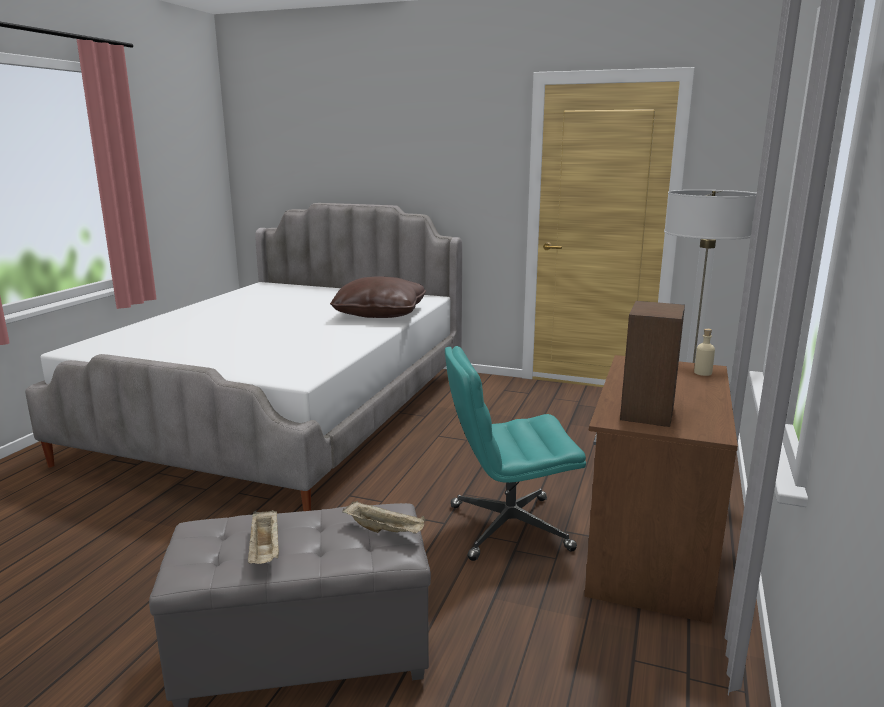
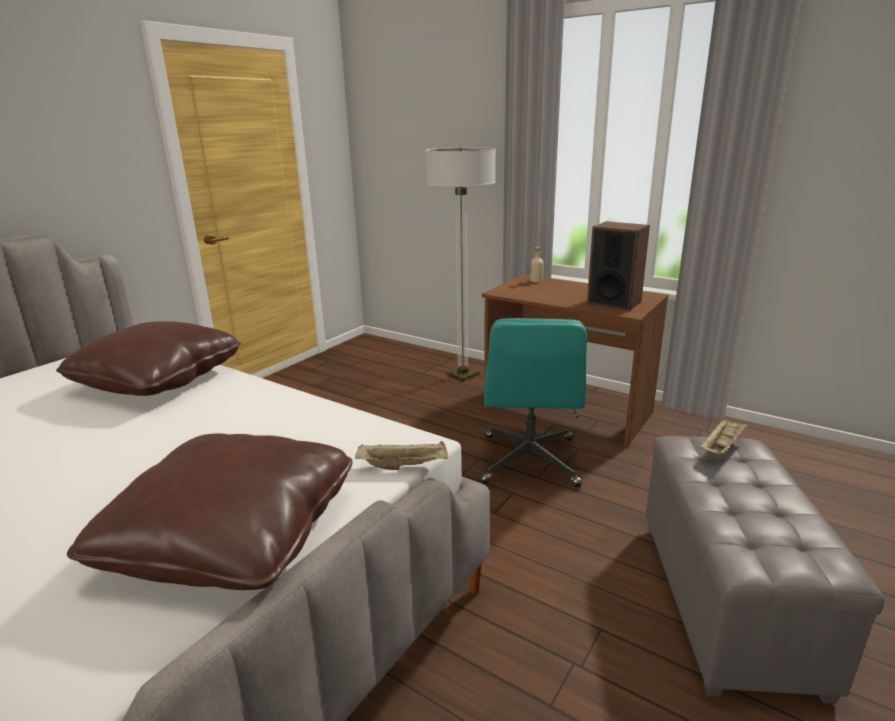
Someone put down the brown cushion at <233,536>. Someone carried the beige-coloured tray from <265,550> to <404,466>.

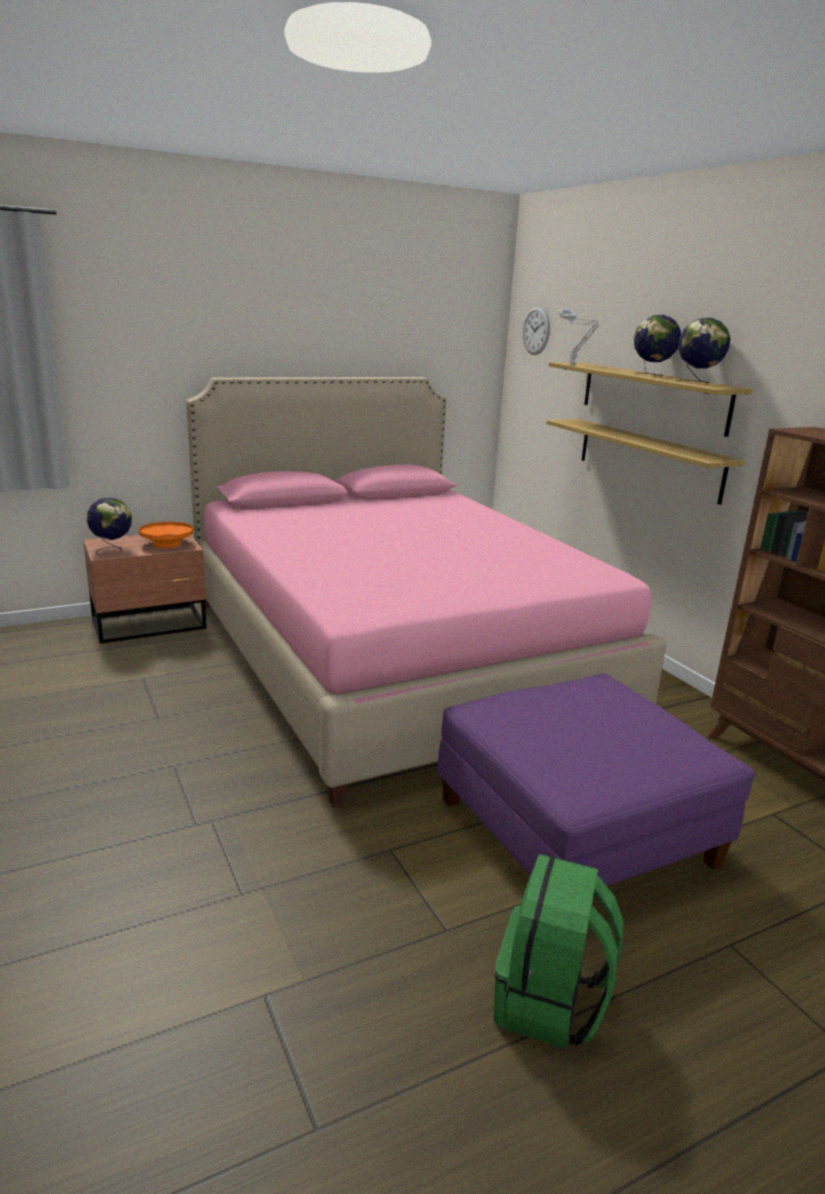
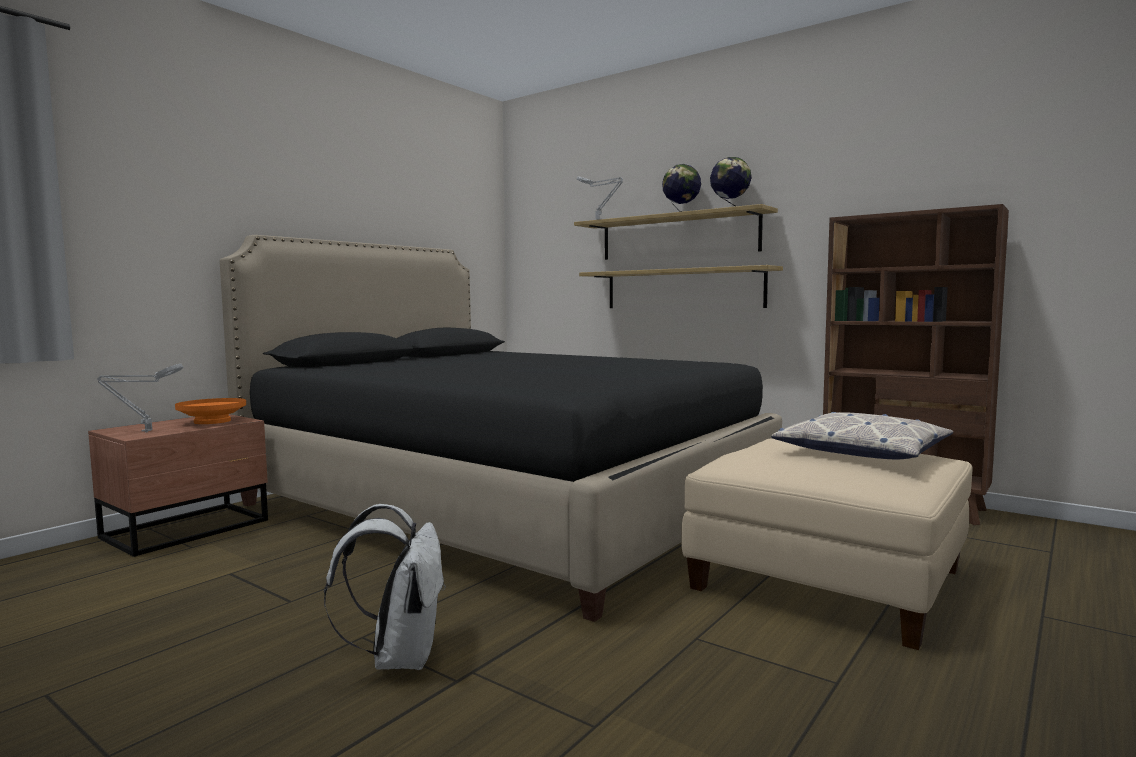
Someone swapped the desk globe at <112,550> for the greyish tabletop lamp at <144,432>. Someone repainted the pinkish bedroom bed at <393,658>, which became the black bedroom bed at <504,504>. Someone put down the white-coloured knapsack at <399,657>. Someone repainted the purple footrest at <575,831>, which became the beige-coloured footrest at <826,578>. Someone put down the cushion at <862,452>. Someone took away the greenish knapsack at <550,1002>. Someone took away the hanging clock at <536,330>.

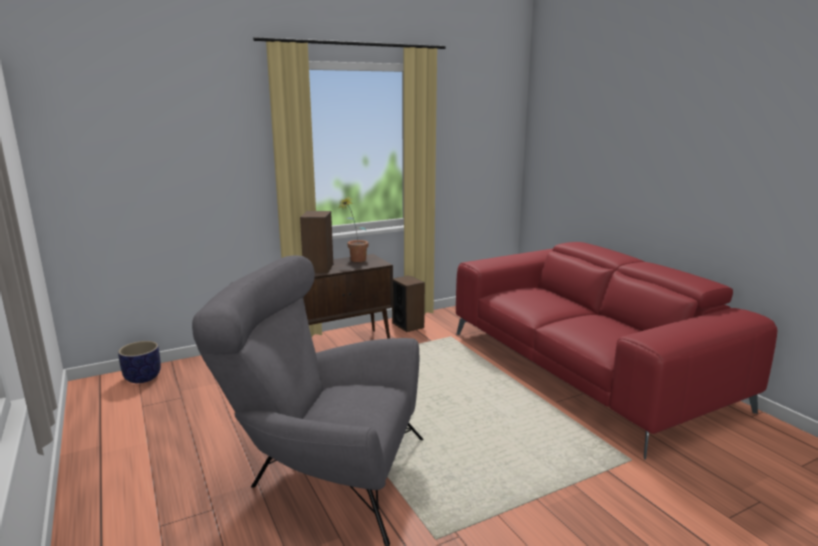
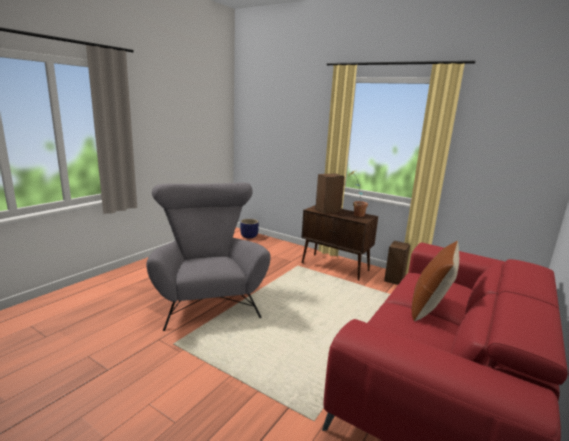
Someone put down the brown cushion at <430,308>.

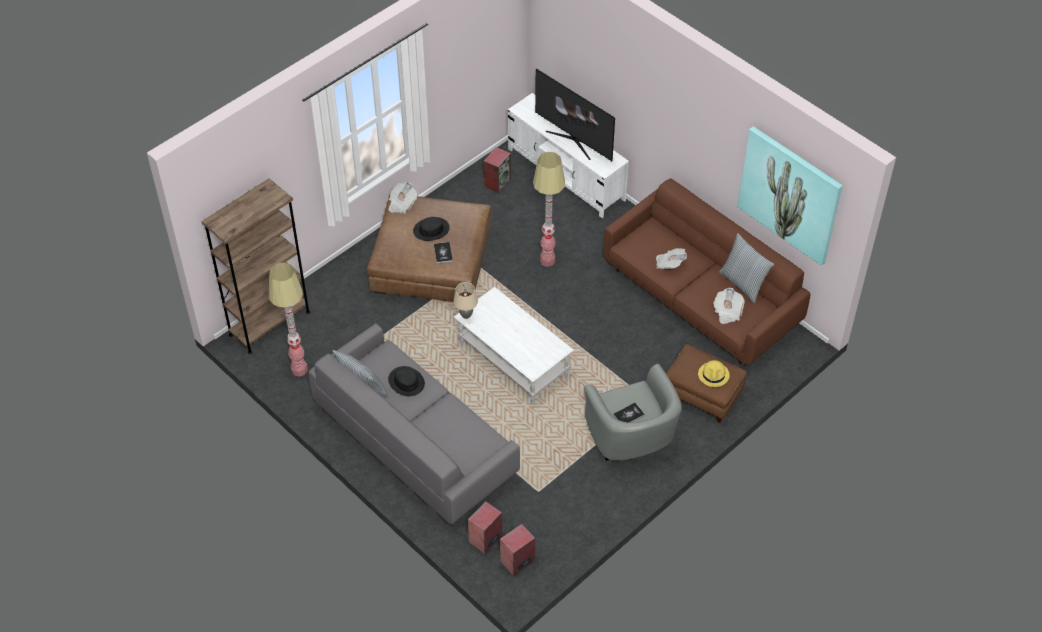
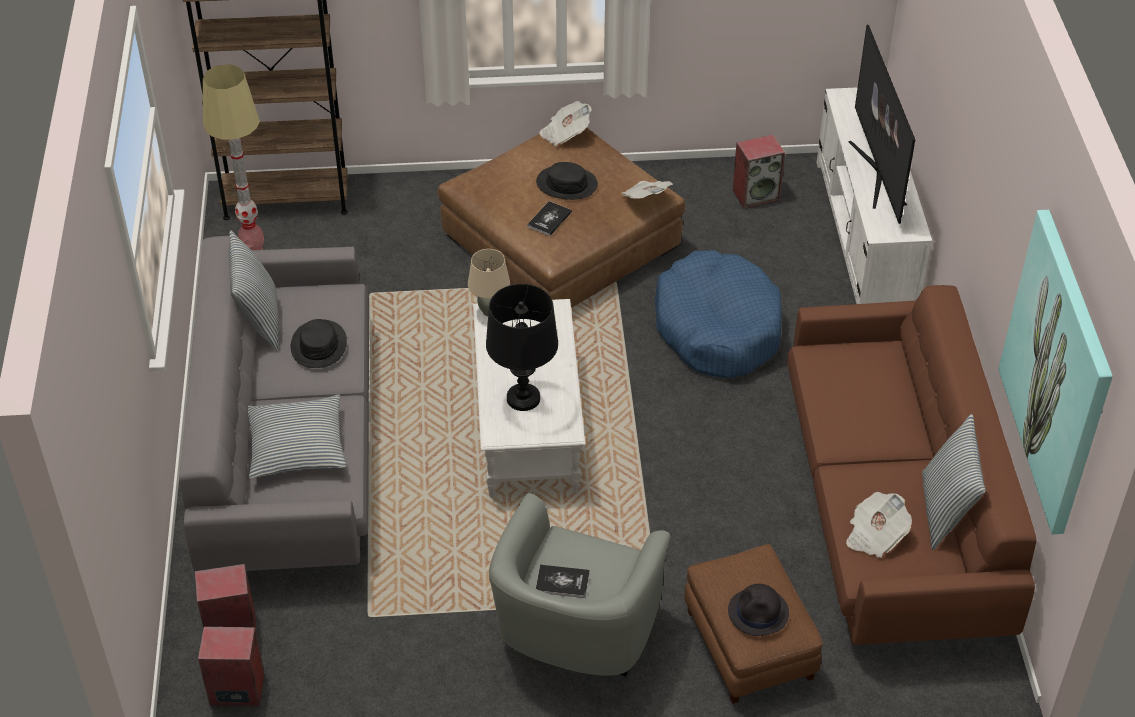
Someone put down the cushion at <297,446>. Someone put down the black tabletop lamp at <523,398>. Someone carried the printed paper from <669,264> to <646,199>. Someone swapped the floor lamp at <547,260> for the bluish pet bed at <717,328>. Someone repainted the yellowish clothing hat at <714,375>, which became the black clothing hat at <758,612>.

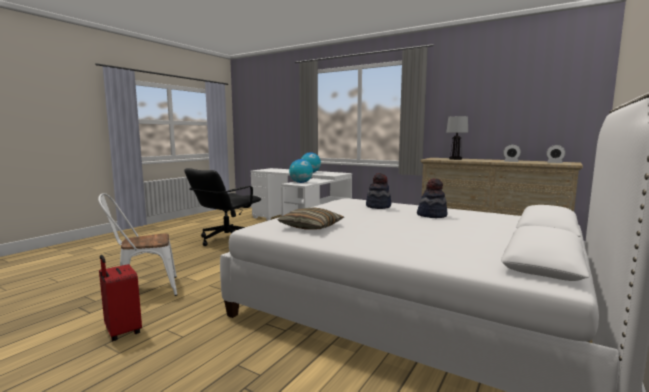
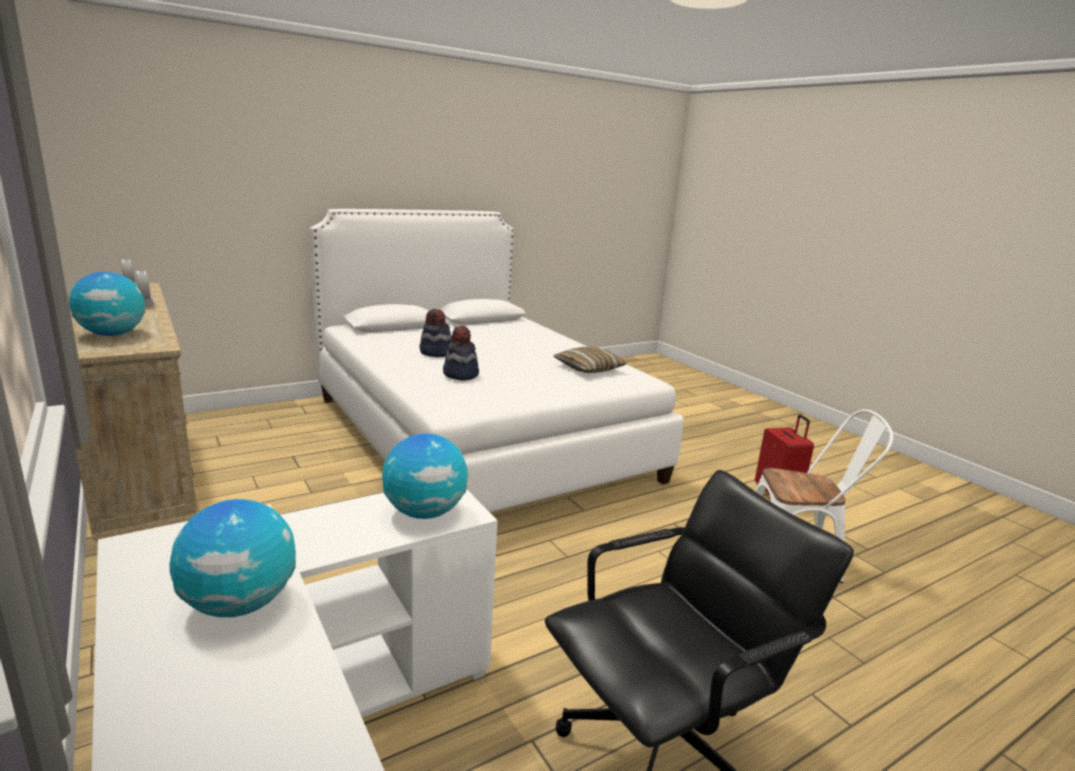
Someone swapped the tabletop lamp at <455,159> for the desk globe at <113,334>.

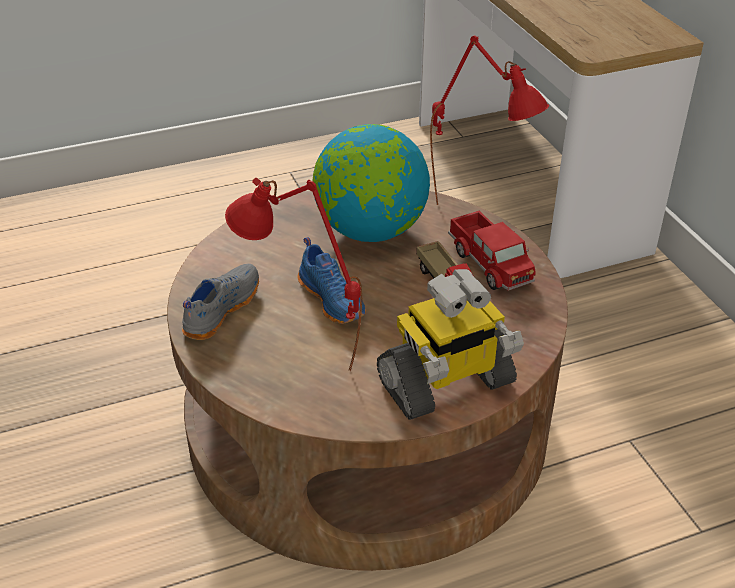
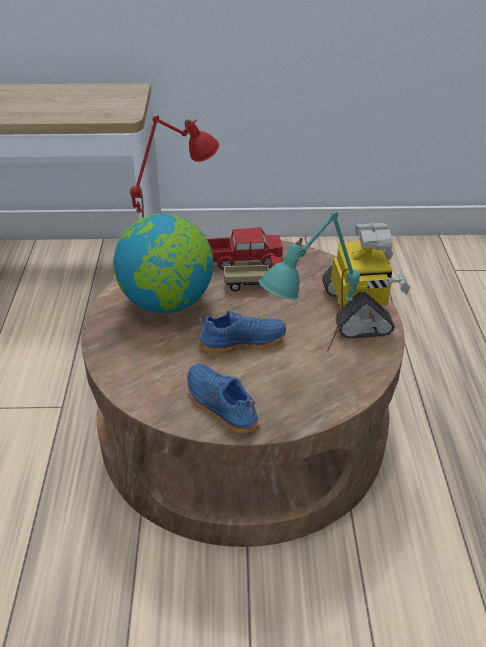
Someone repainted the greyish item of footwear at <220,309>, which became the bluish item of footwear at <220,406>. Someone repainted the red tabletop lamp at <299,361>, which became the turquoise tabletop lamp at <307,373>.

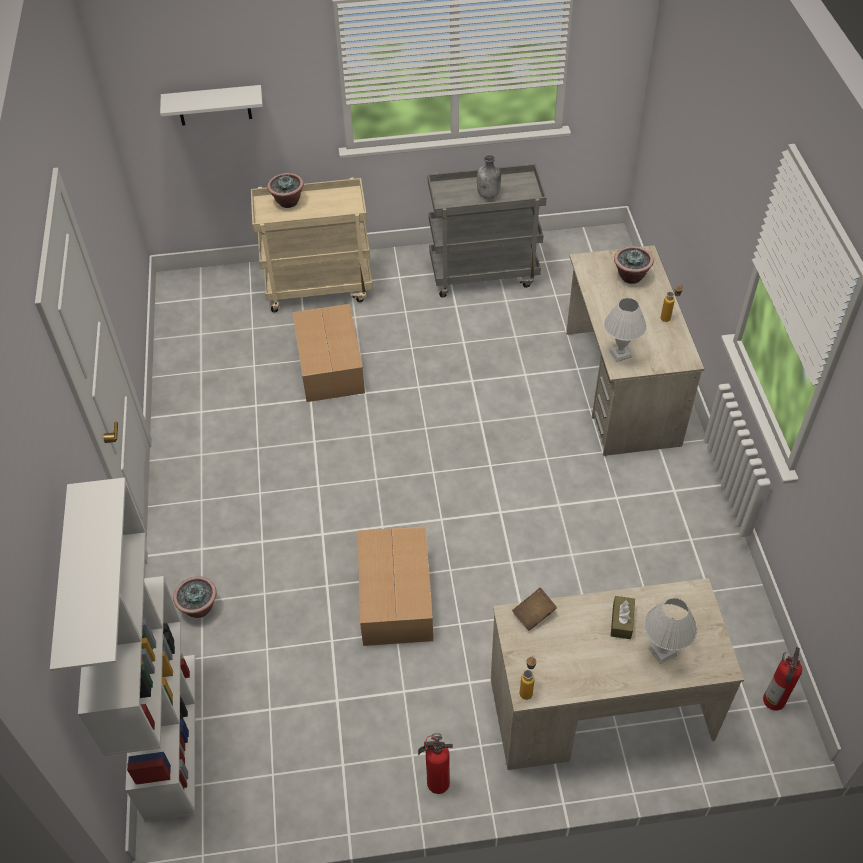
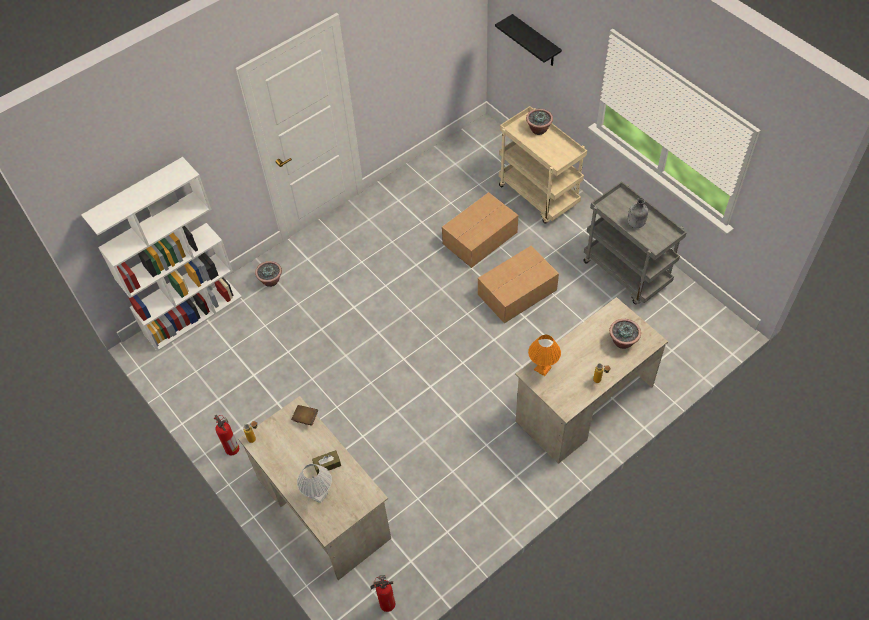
Someone carried the cardboard box from <395,598> to <516,292>. Someone repainted the white-coloured wall shelf at <214,105>, which became the black wall shelf at <536,42>. Someone repainted the white-coloured tabletop lamp at <620,354>, which became the orange-coloured tabletop lamp at <542,368>.

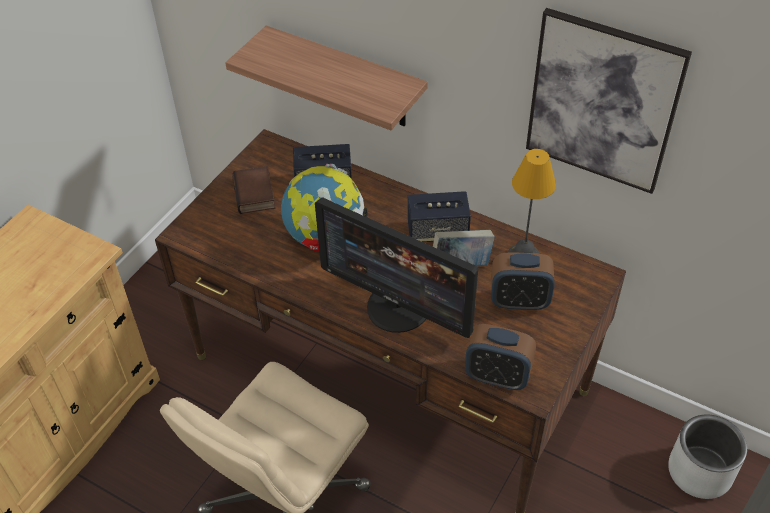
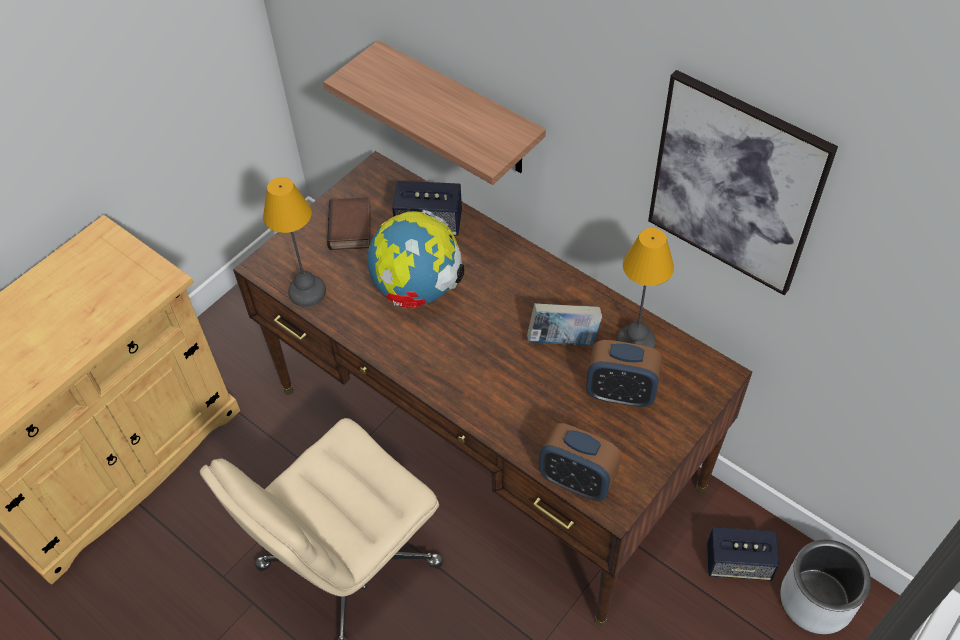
Someone put down the tabletop lamp at <307,292>. Someone carried the speaker from <437,231> to <738,563>. Someone took away the computer display at <398,307>.

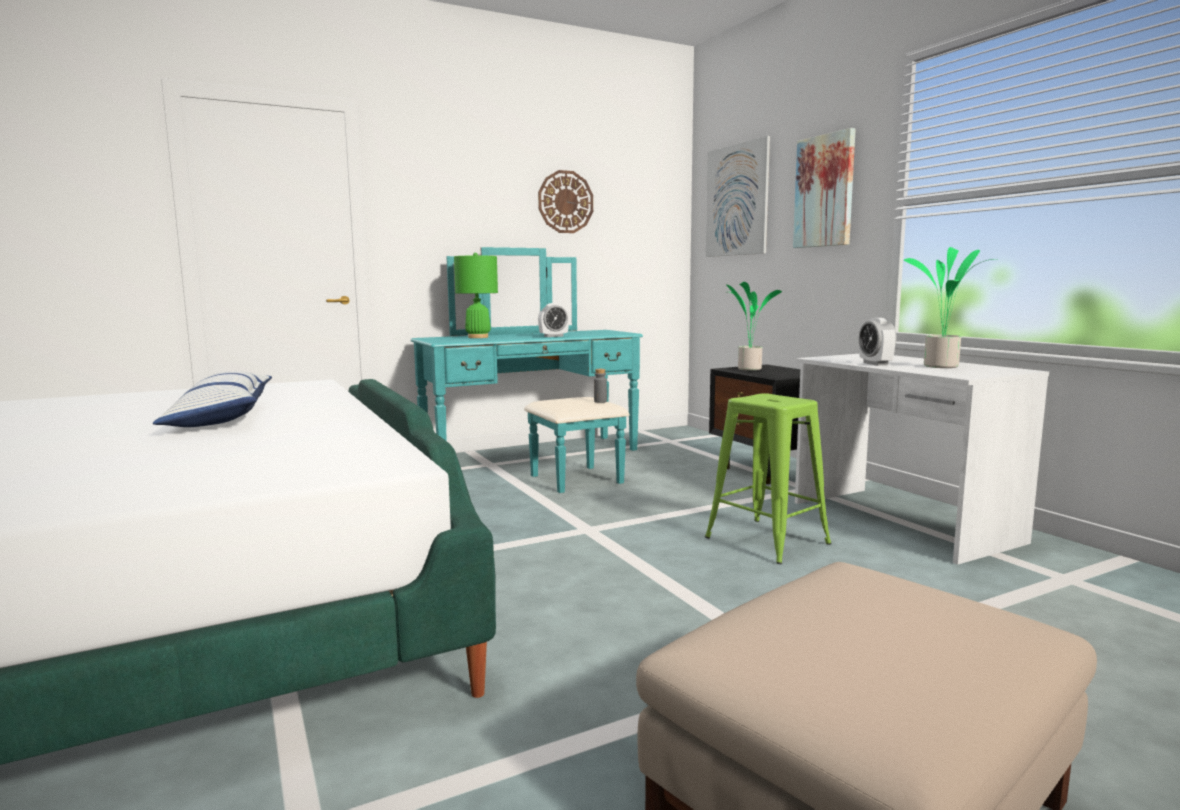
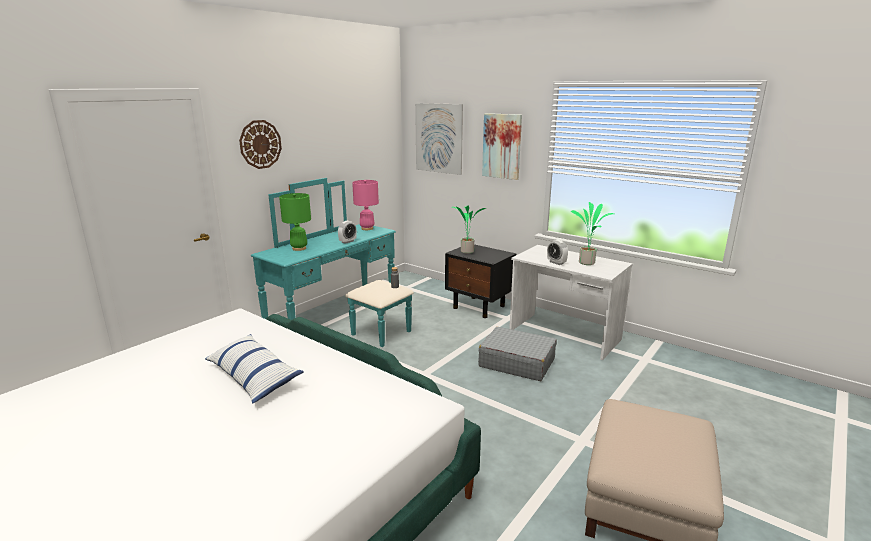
Someone carried the hanging clock from <565,202> to <260,144>. Someone put down the pinkish tabletop lamp at <367,228>. Someone swapped the greenish stool at <767,541> for the greyish suitcase at <516,362>.

